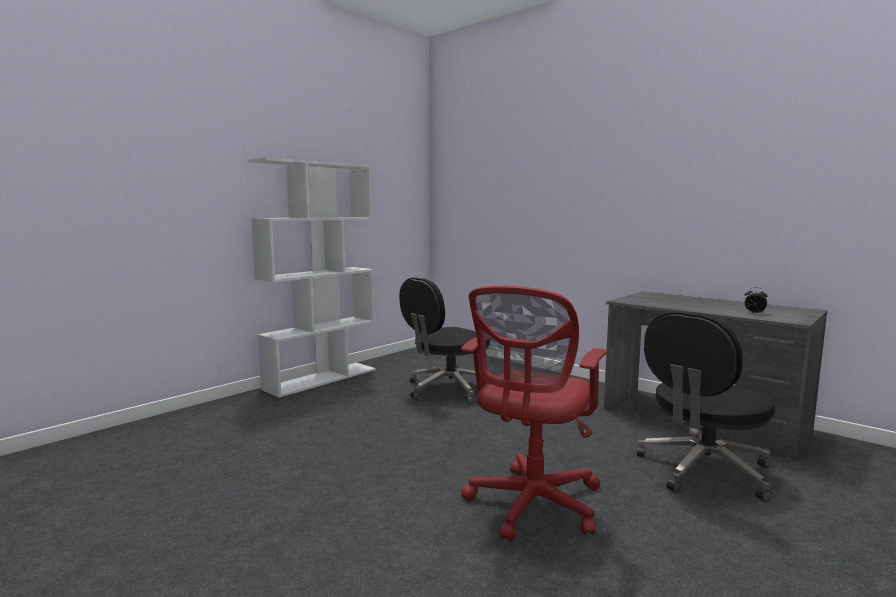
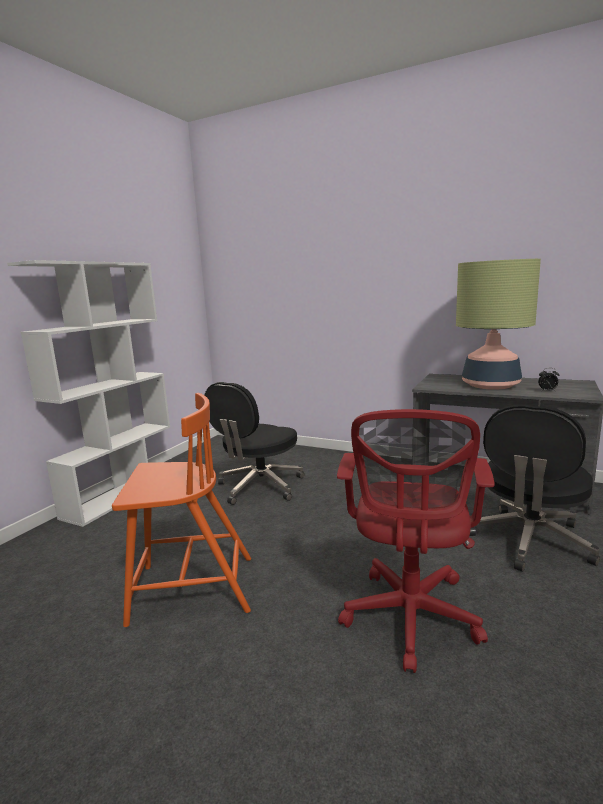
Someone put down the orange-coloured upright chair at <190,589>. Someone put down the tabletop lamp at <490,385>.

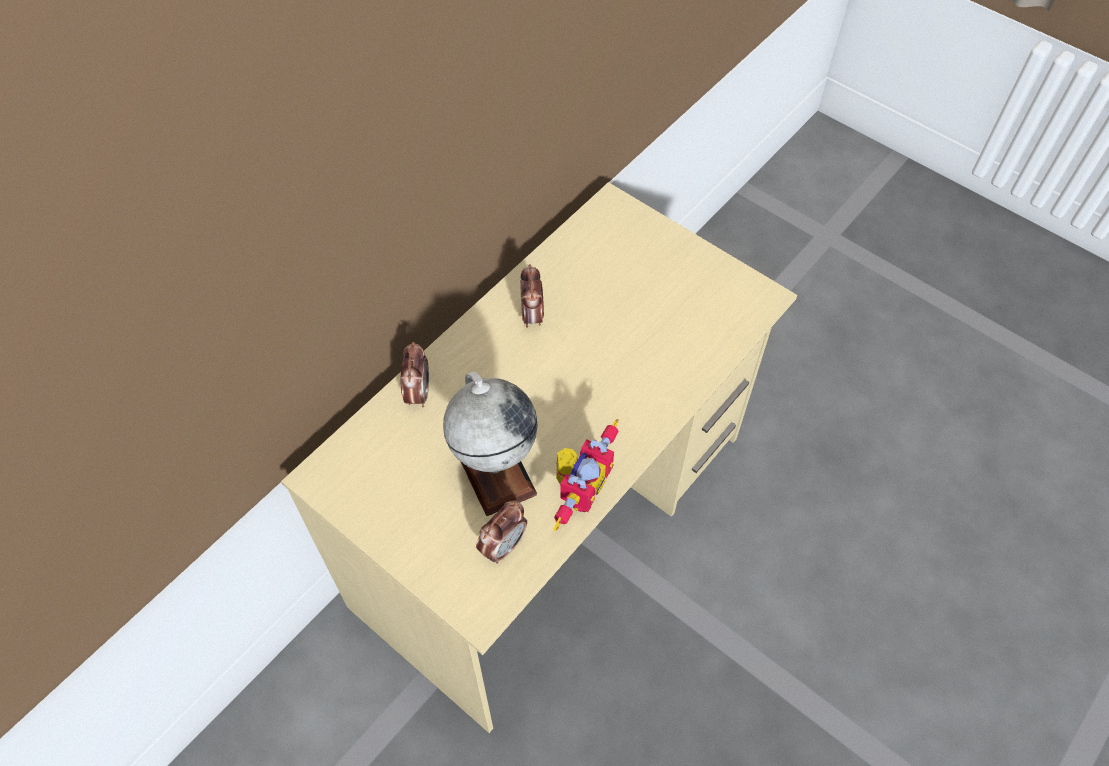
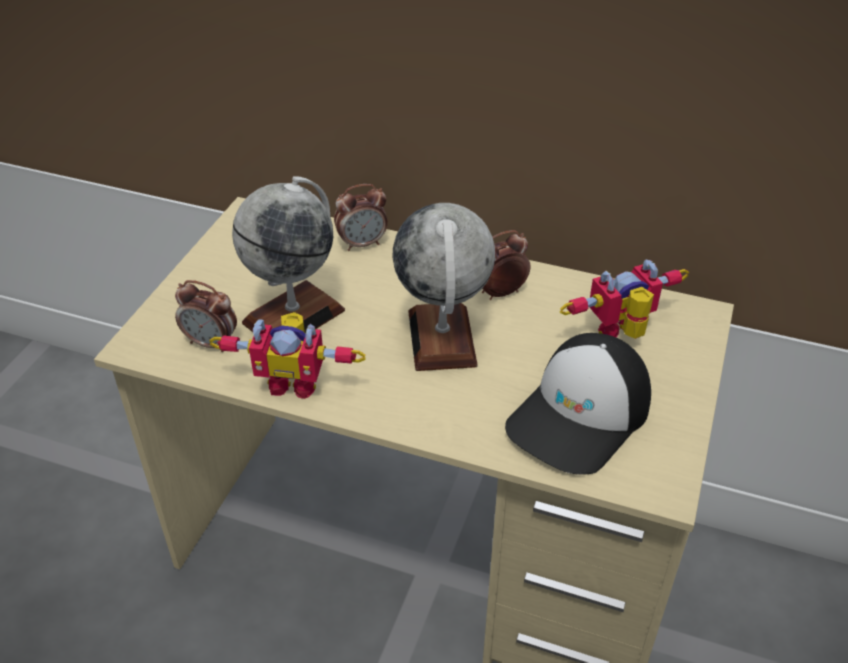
Someone put down the desk globe at <442,338>. Someone put down the peaked cap at <580,416>. Someone put down the toy robot at <623,335>.

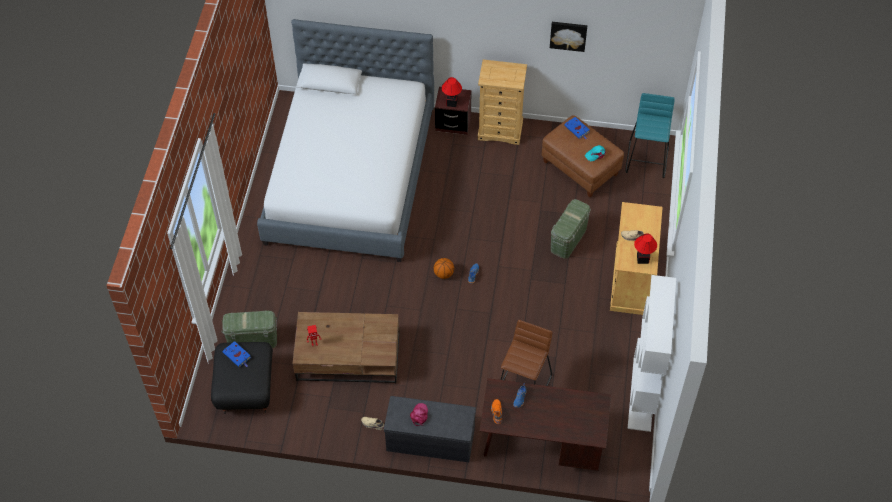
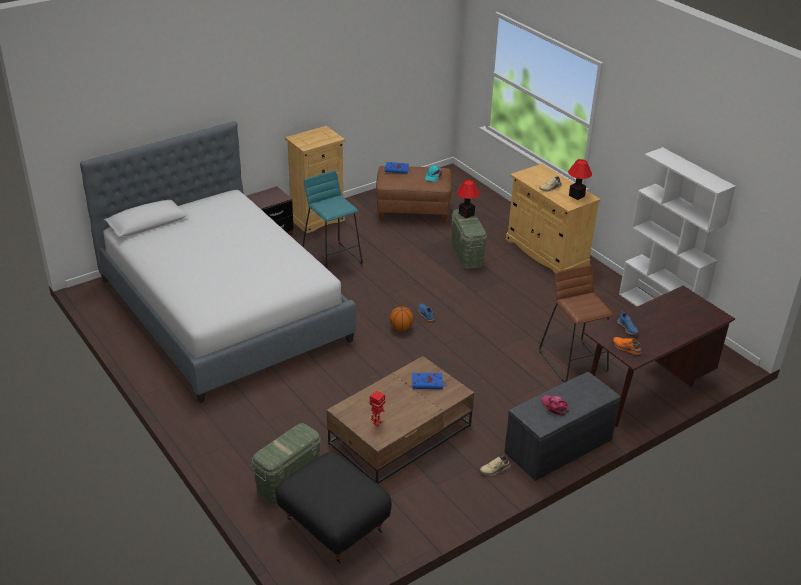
Someone carried the turquoise stool from <647,159> to <332,259>. Someone carried the bluish volume from <237,355> to <428,383>. Someone carried the tabletop lamp from <451,102> to <466,214>. Someone took away the picture at <568,35>.

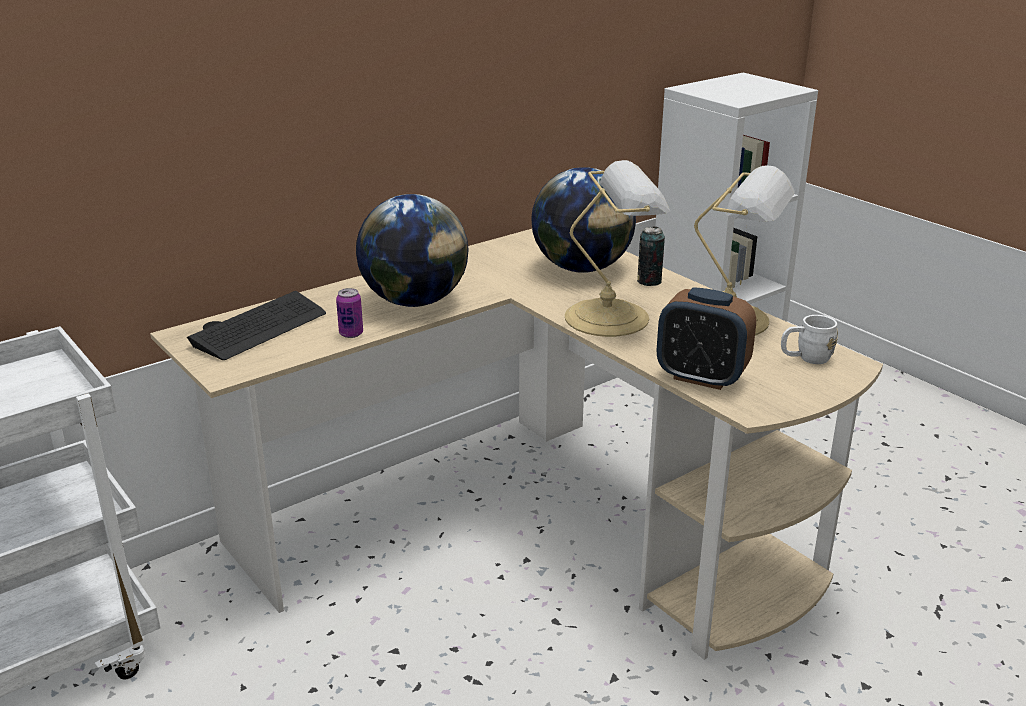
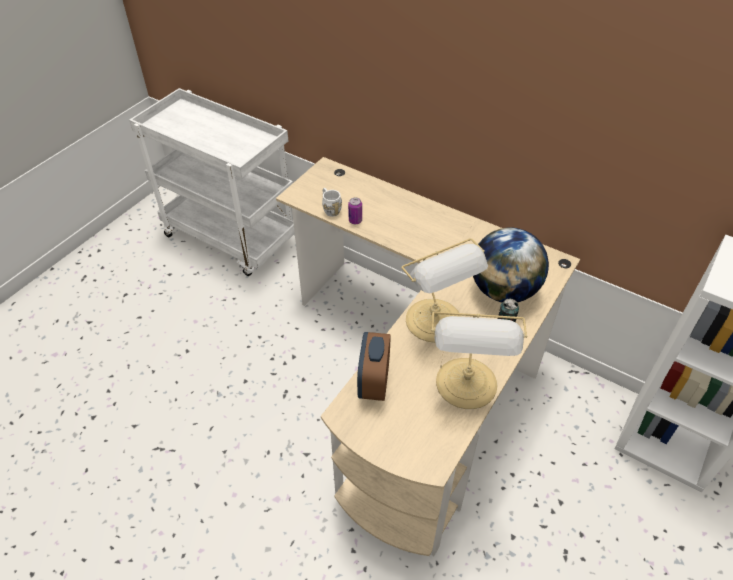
Someone carried the white-coloured tea mug from <806,358> to <330,209>. Someone took away the keyboard at <259,328>. Someone took away the desk globe at <414,301>.

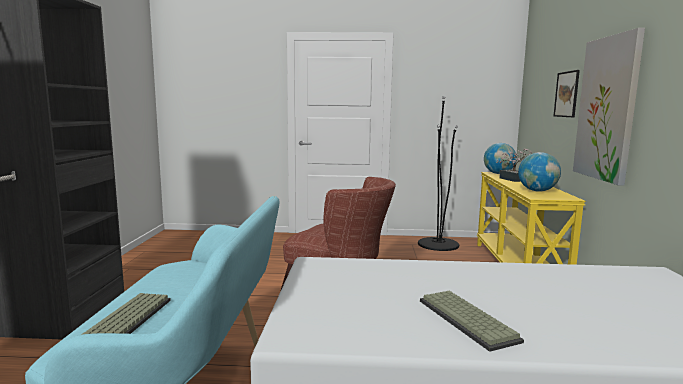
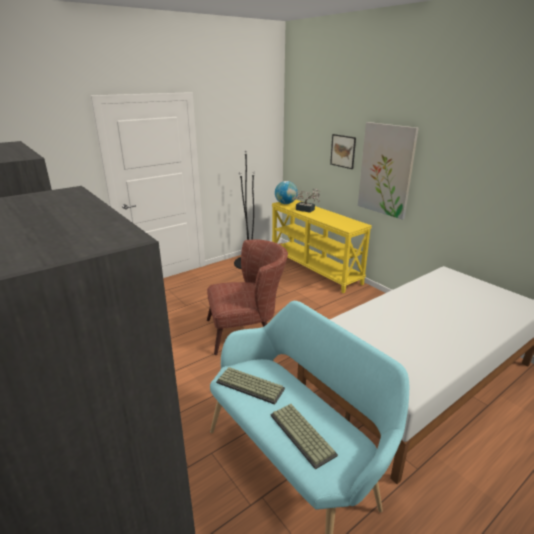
Someone carried the keyboard from <469,320> to <251,385>. Someone took away the desk globe at <537,191>.

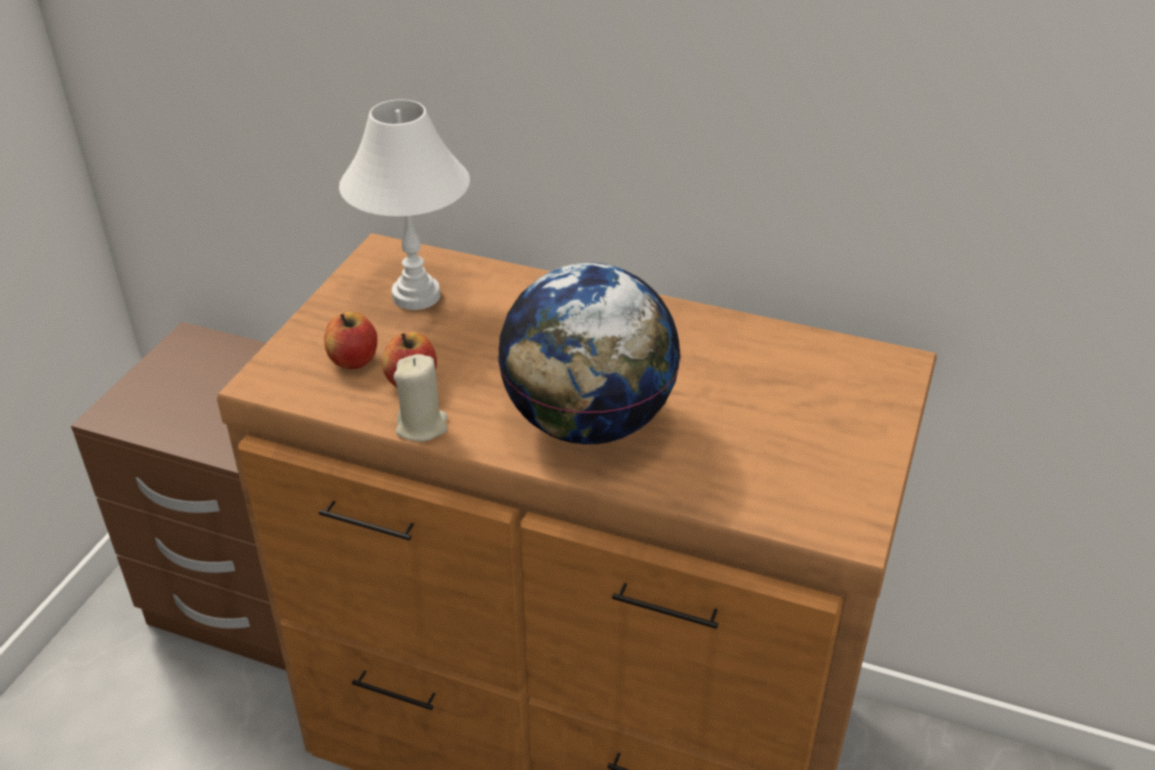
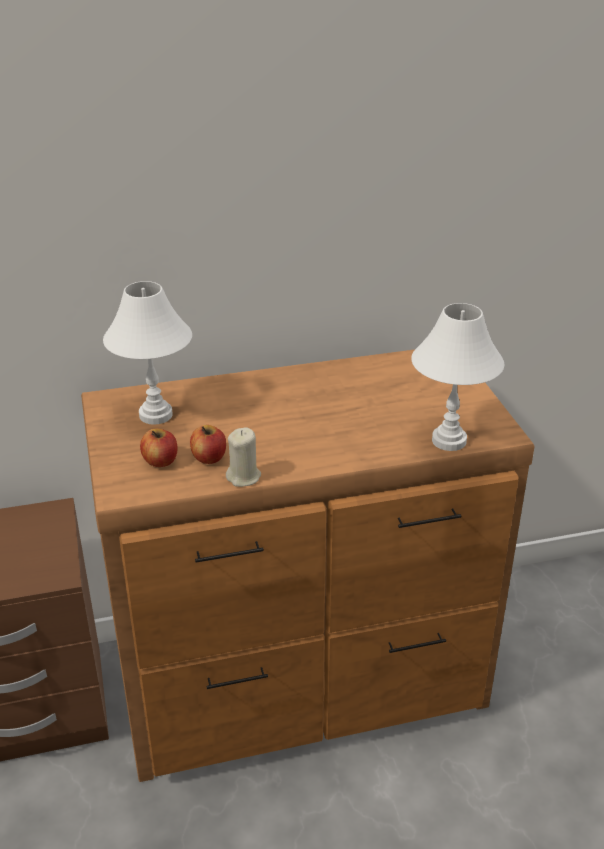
Someone put down the white-coloured tabletop lamp at <449,441>. Someone took away the desk globe at <587,422>.

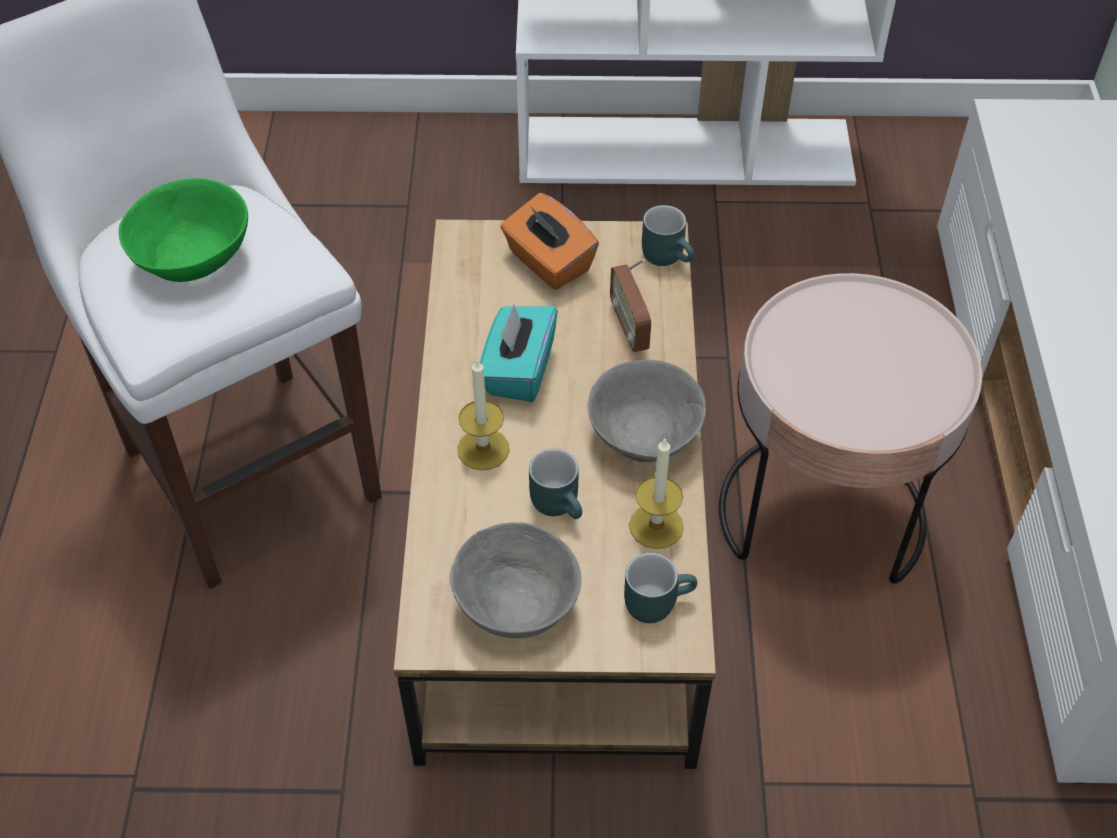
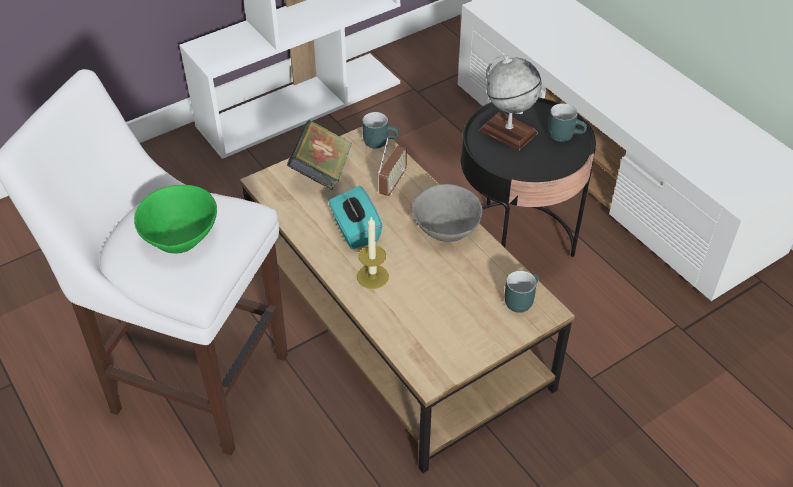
Someone swapped the orange-coloured tissue holder at <548,262> for the volume at <321,172>. Someone rotated the radio set at <629,328> by 105 degrees counterclockwise. Someone repainted the pinkish side table at <822,514>, which became the black side table at <515,244>. Someone put down the desk globe at <508,132>. Someone carried the turquoise tea mug from <561,503> to <565,134>. Someone took away the greyish serving bowl at <518,604>. Someone took away the wax candle at <656,526>.

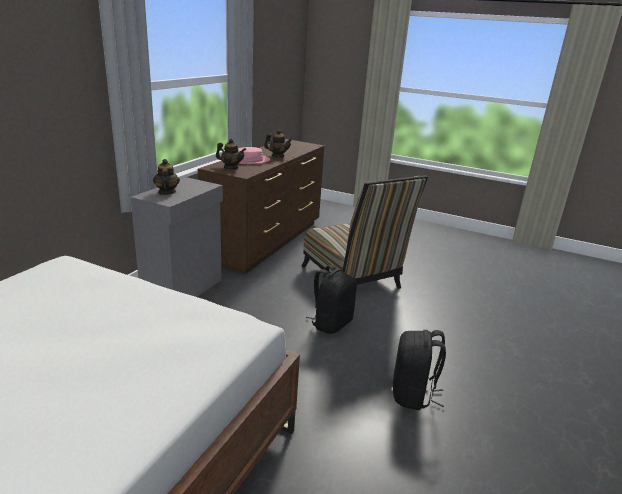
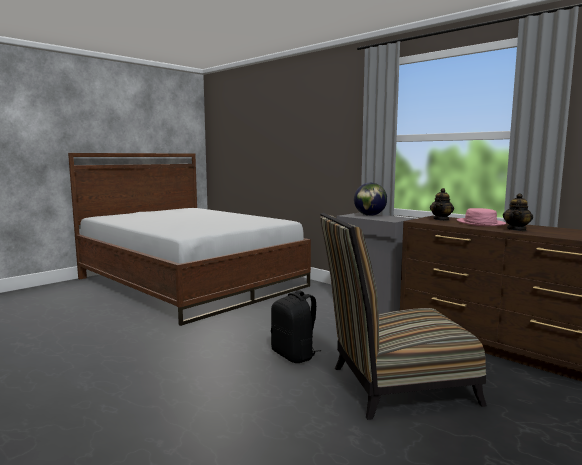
Someone swapped the teapot at <166,192> for the desk globe at <369,215>. Someone took away the black knapsack at <413,395>.

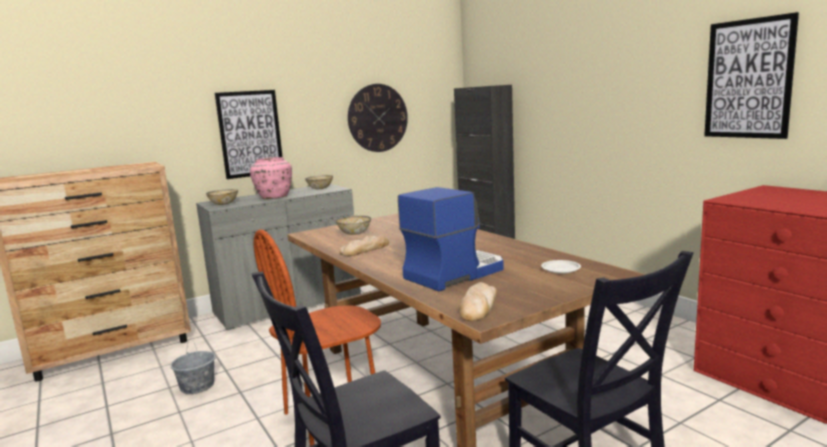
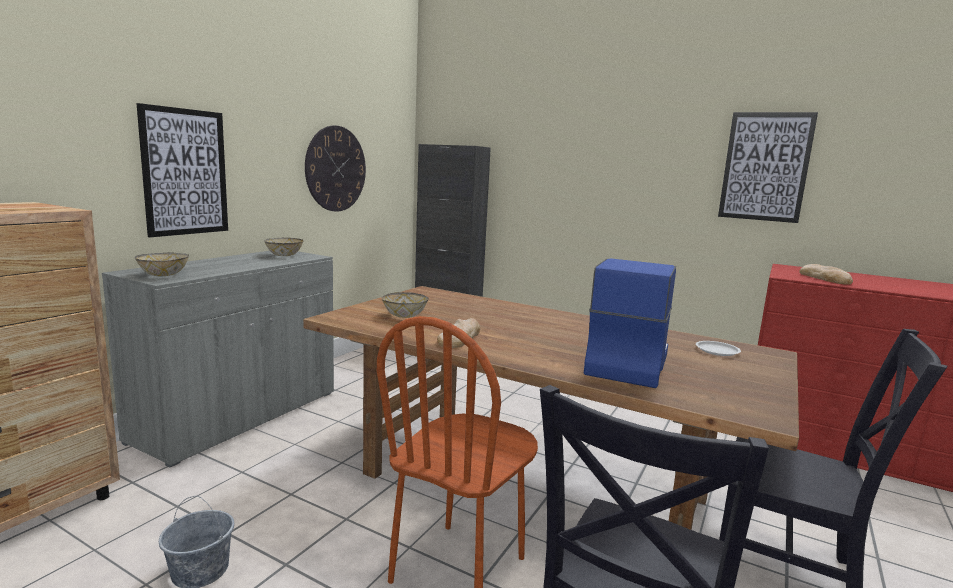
Someone carried the bakery bread from <478,306> to <825,278>. Someone took away the pinkish vase at <274,197>.

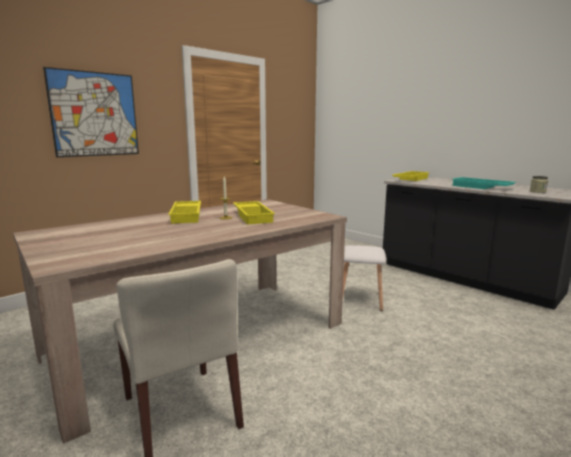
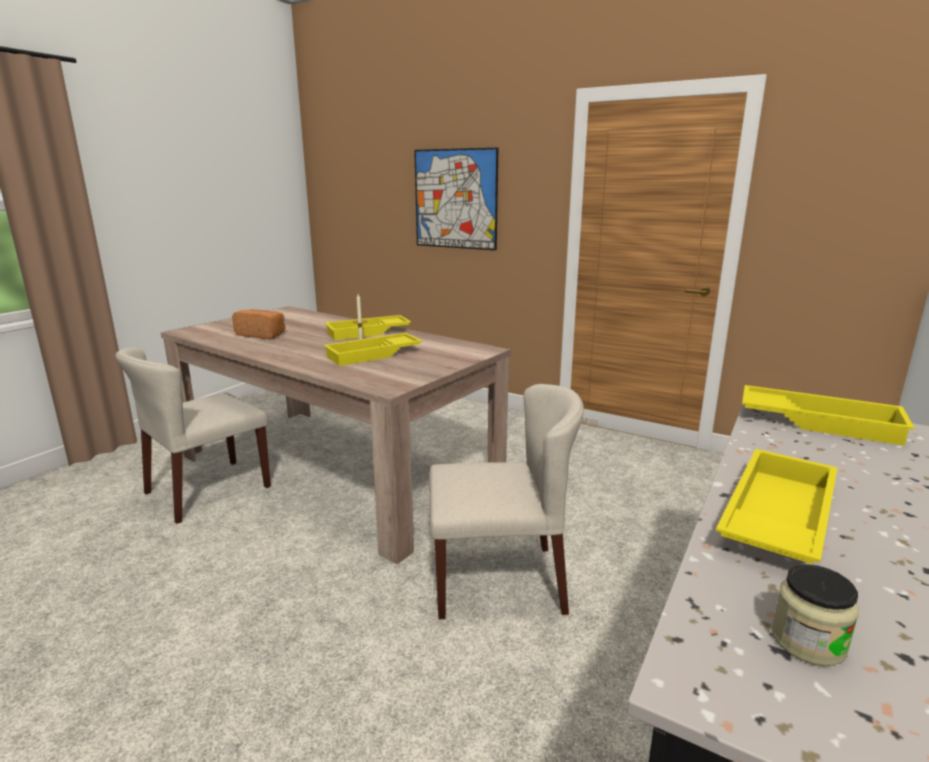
Someone put down the bakery bread at <262,334>. Someone swapped the white-coloured stool at <361,300> for the beige-coloured upright chair at <499,580>. Someone repainted the turquoise tray at <481,187>, which became the yellowish tray at <774,516>.

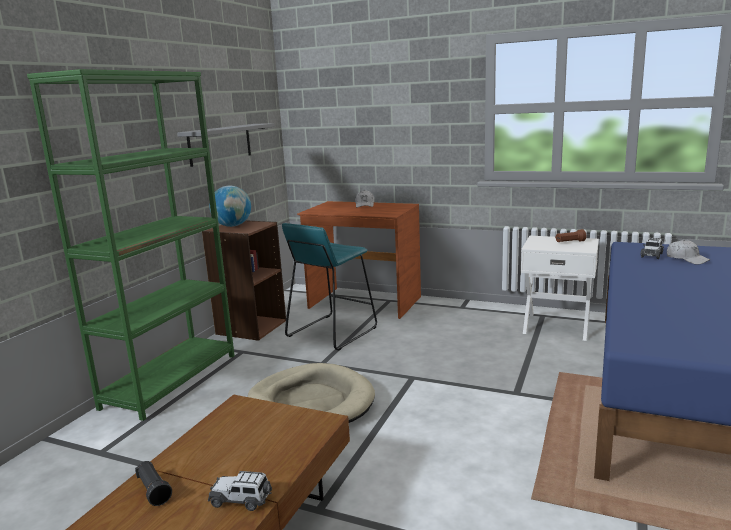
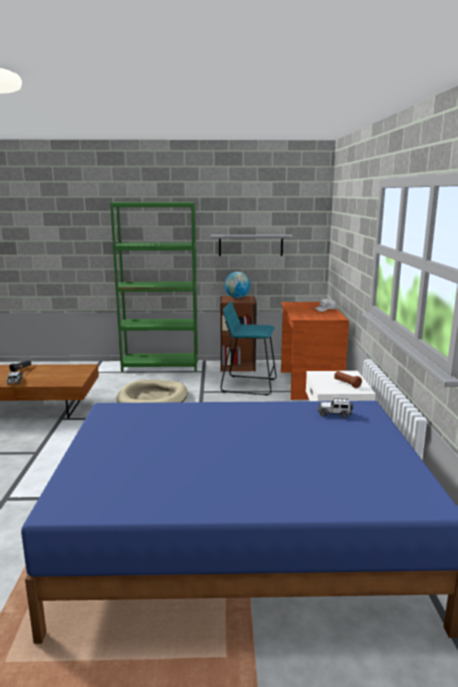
Someone took away the white-coloured peaked cap at <686,259>.

